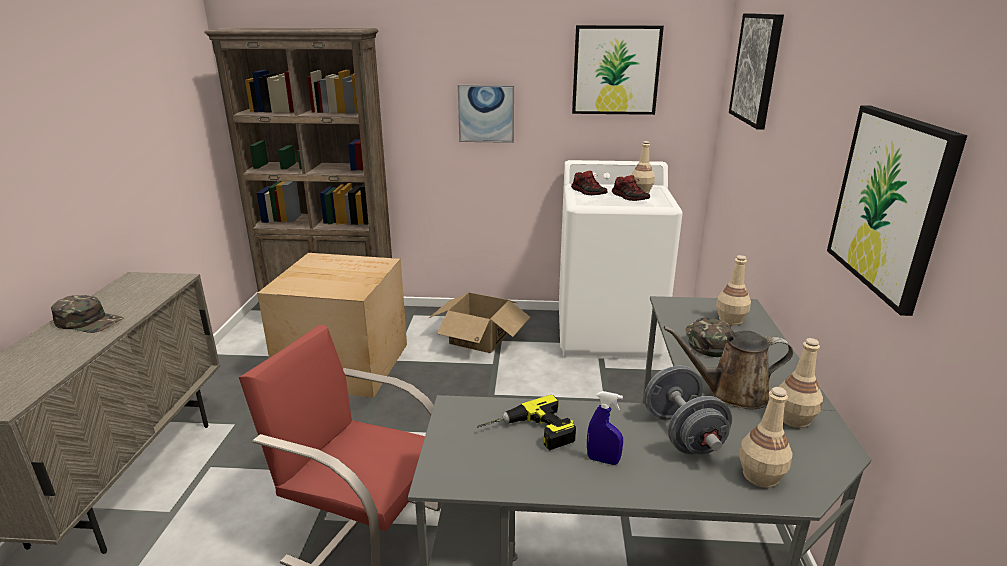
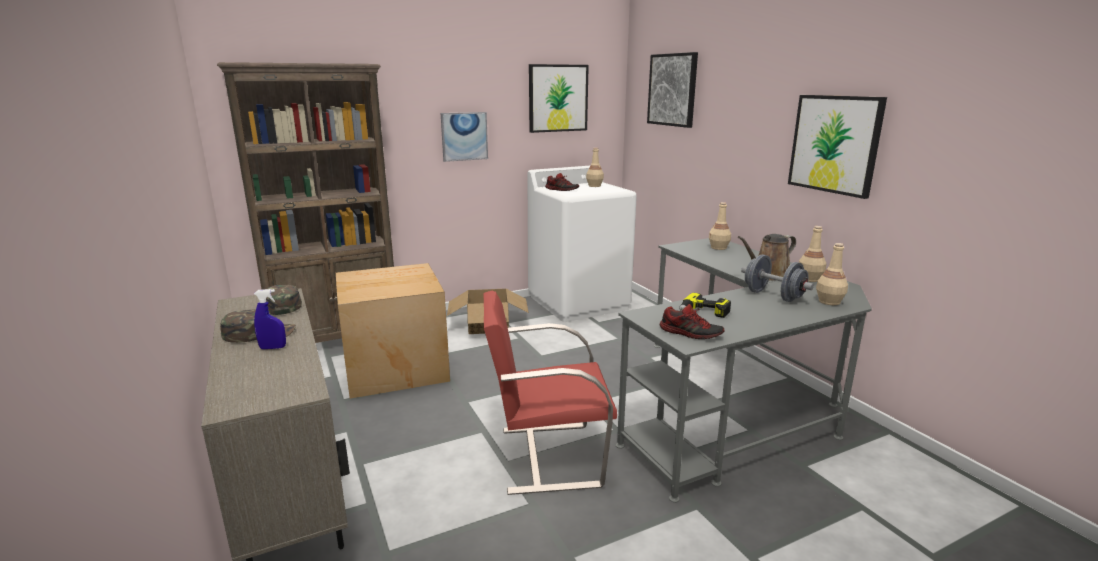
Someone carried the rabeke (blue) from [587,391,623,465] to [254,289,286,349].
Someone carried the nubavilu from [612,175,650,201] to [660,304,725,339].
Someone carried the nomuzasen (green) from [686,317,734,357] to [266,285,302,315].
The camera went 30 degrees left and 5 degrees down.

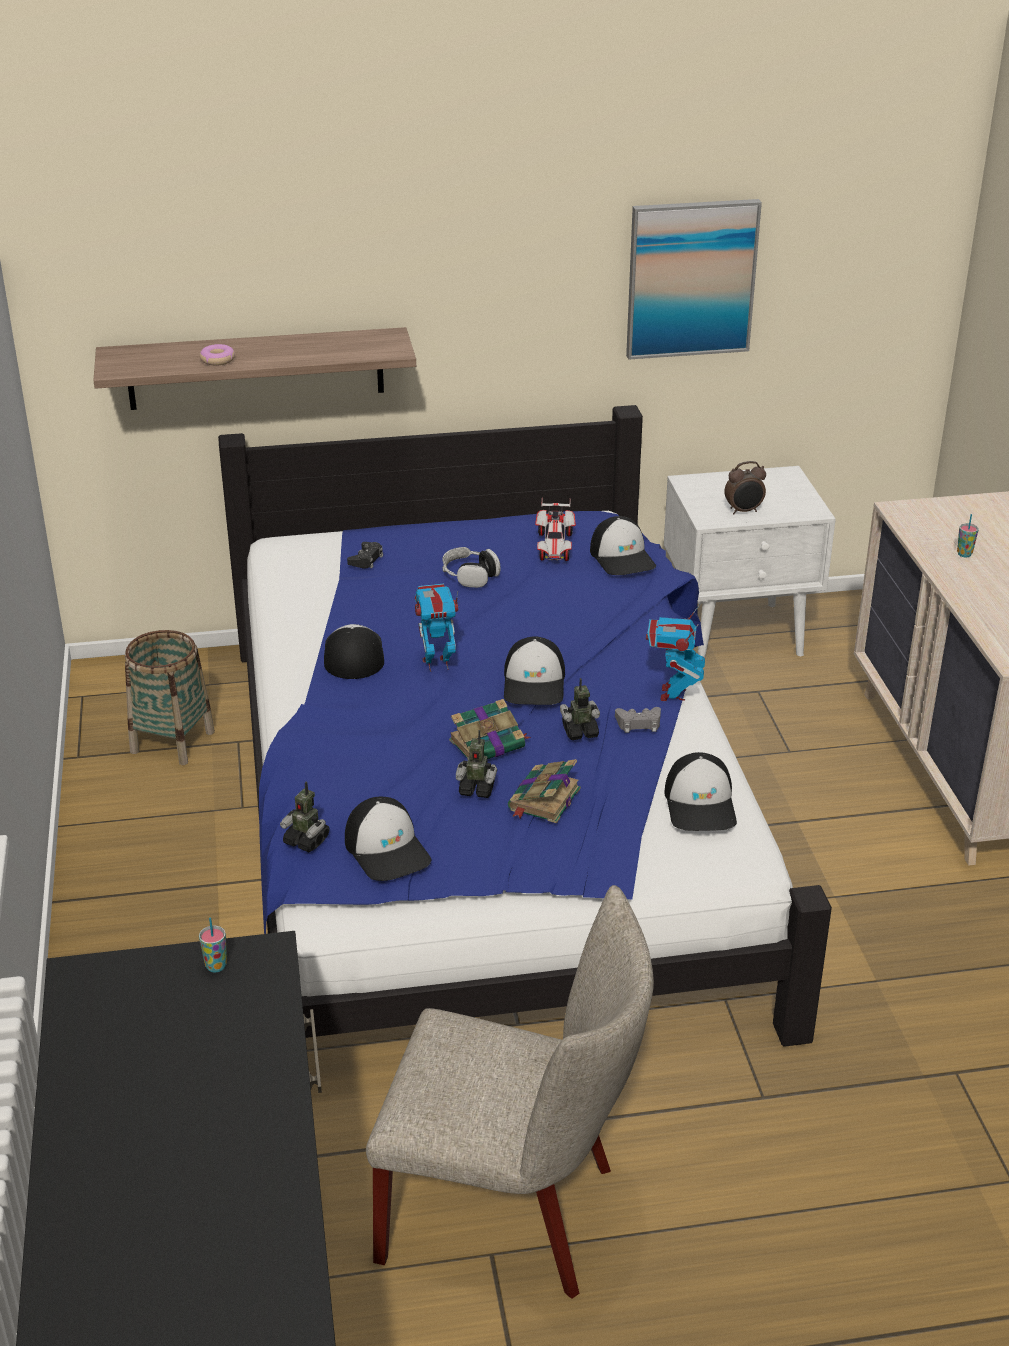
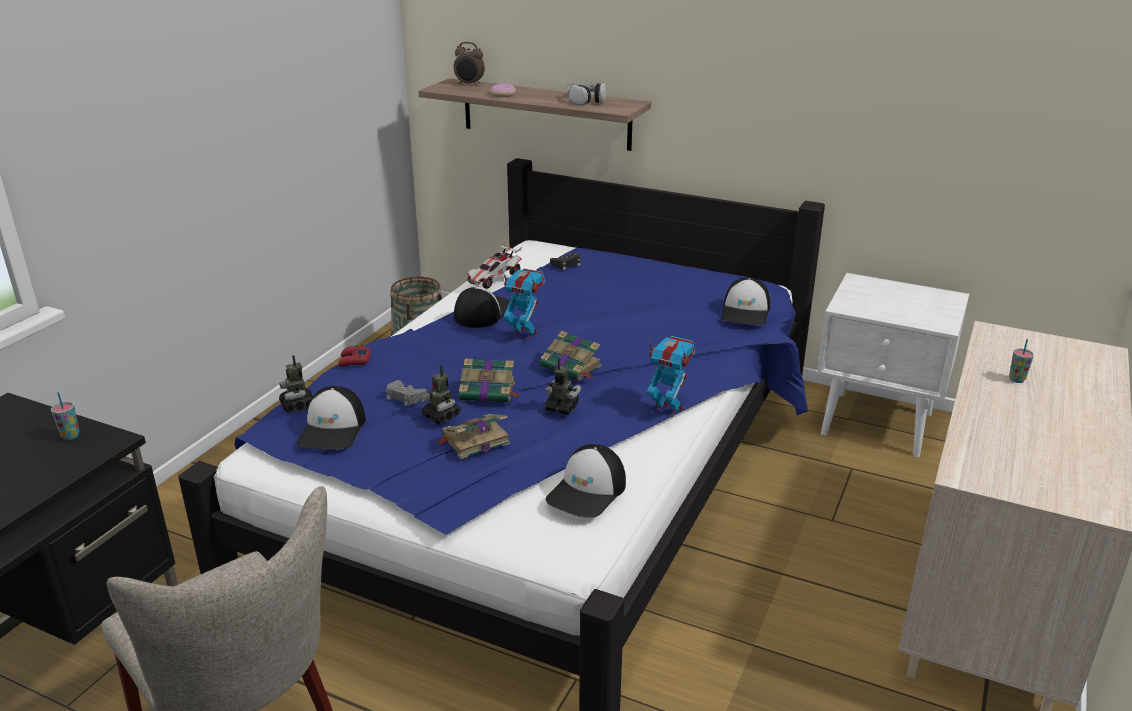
Someone carried the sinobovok from [442,547,501,588] to [566,82,606,105].
Someone swapped the nomuzasen at [504,637,565,705] for the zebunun at [540,331,602,381].
Someone carried the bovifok from [535,498,576,561] to [466,242,522,289].
Someone carried the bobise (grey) from [615,707,661,733] to [386,380,427,406].
Someone took away the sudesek at [626,199,762,359].
Someone rotated the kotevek at [646,604,705,701] by 75 degrees clockwise.
Someone carried the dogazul from [724,461,766,515] to [454,42,485,86].
Someone put down the bobise (red) at [338,344,371,367].
The camera went 35 degrees right and 5 degrees down.

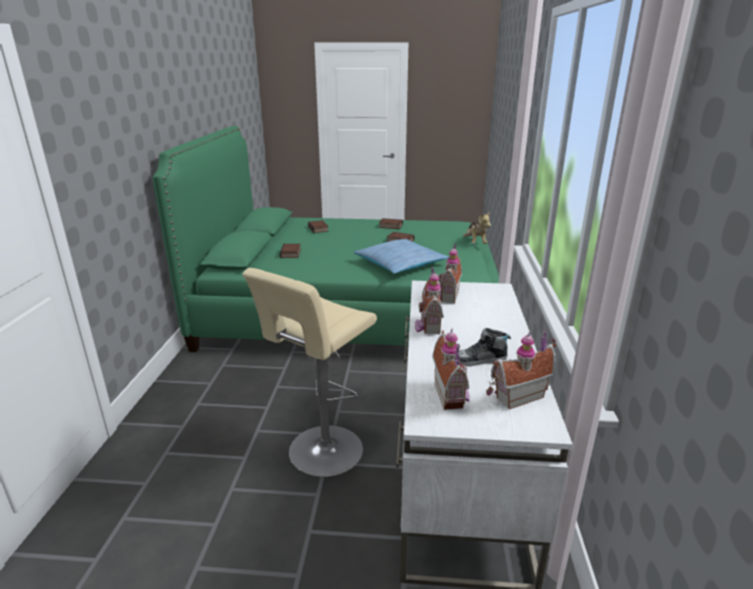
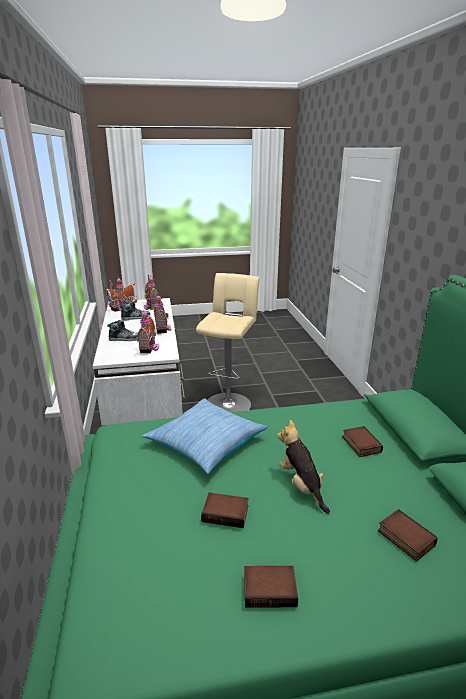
Someone carried the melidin from [463,211,491,244] to [277,420,330,514].
Someone put down the nubavilu at [107,320,138,341].
The camera went 165 degrees right and 0 degrees up.

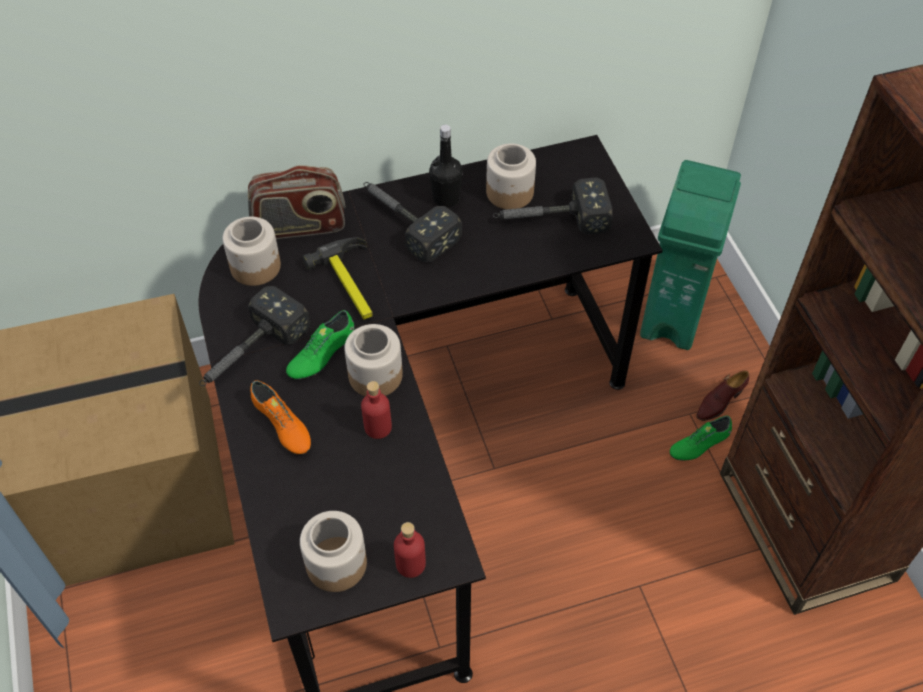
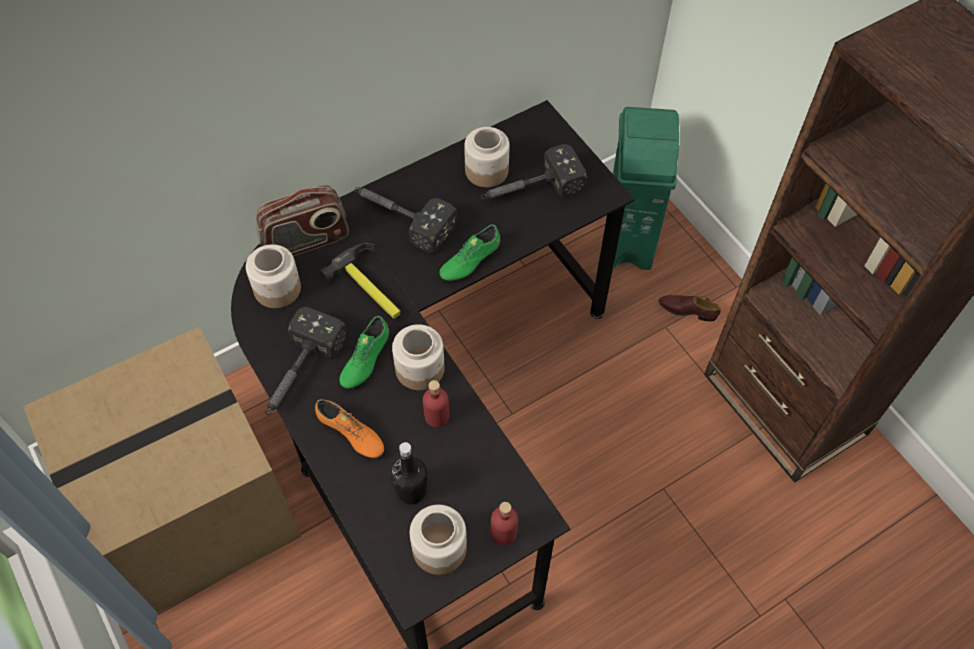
Someone carried the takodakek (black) from [429,125,463,208] to [390,442,428,504].
Someone carried the nubavilu (green) from [670,416,732,461] to [439,224,500,281].
Someone rotated the nubavilu (brown) at [696,370,749,421] by 75 degrees clockwise.
The camera went 15 degrees left and 5 degrees up.

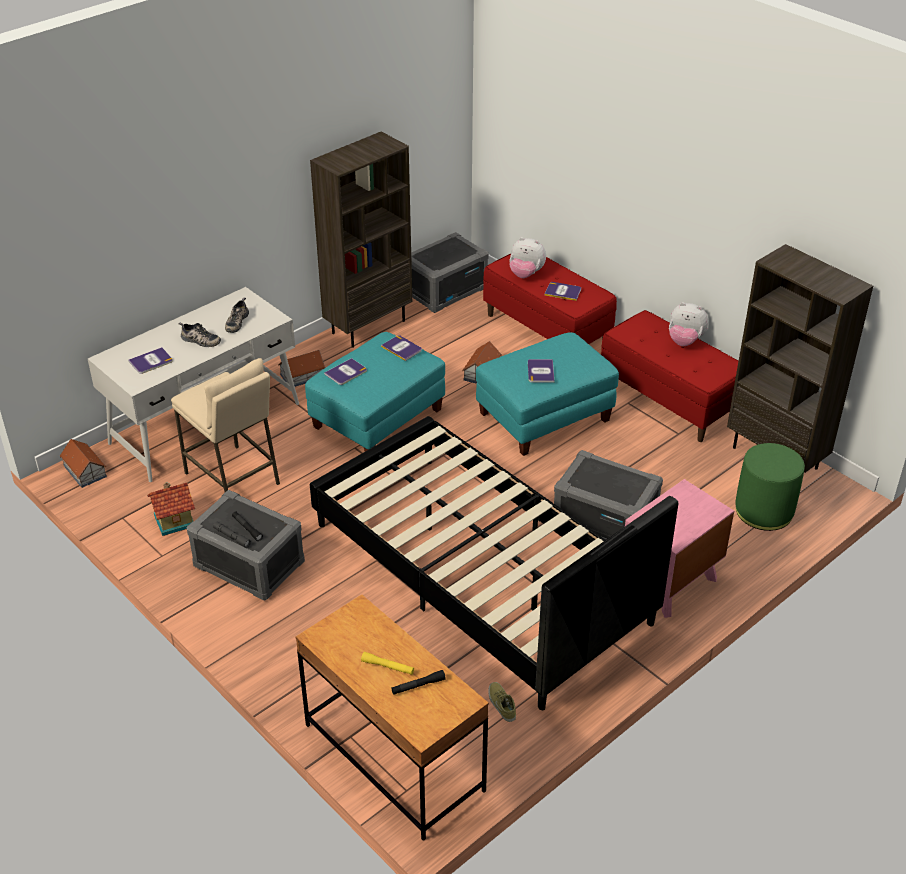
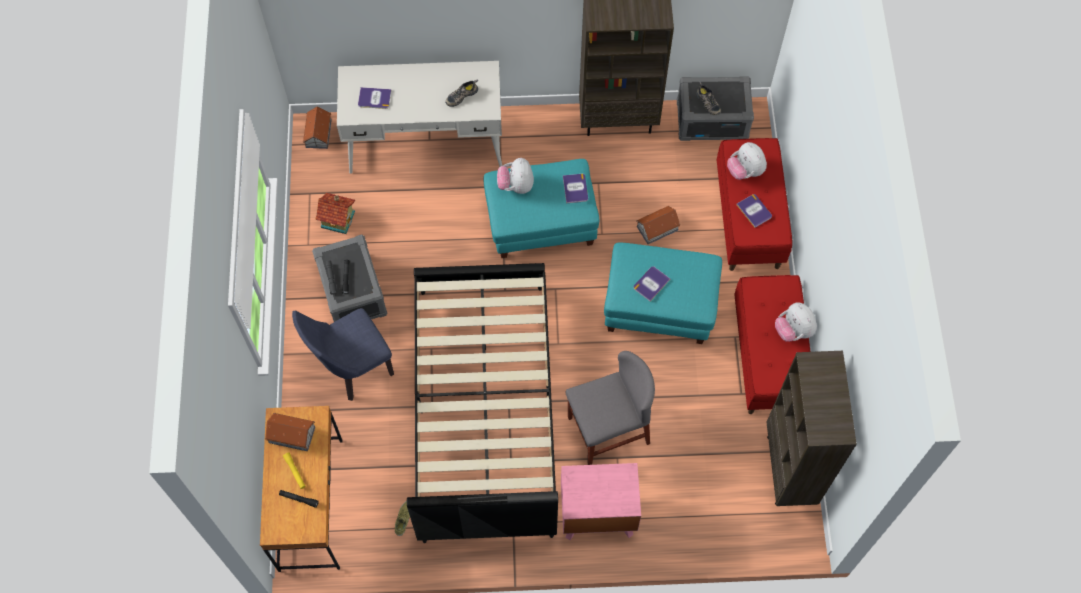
Someone took away the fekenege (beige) at [171,358,280,492].
Someone carried the nubavilu from [178,323,221,347] to [697,82,721,115].
Someone carried the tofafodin from [278,350,326,387] to [265,413,315,451].
Someone swapped the zebunun at [324,358,367,385] for the melidin at [497,158,534,194].
Someone swapped the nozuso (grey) at [554,450,663,540] for the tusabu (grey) at [566,351,655,465].
Someone took away the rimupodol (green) at [735,443,805,531].
Someone put down the tusabu (blue) at [292,308,394,401].
The camera went 40 degrees right and 25 degrees up.

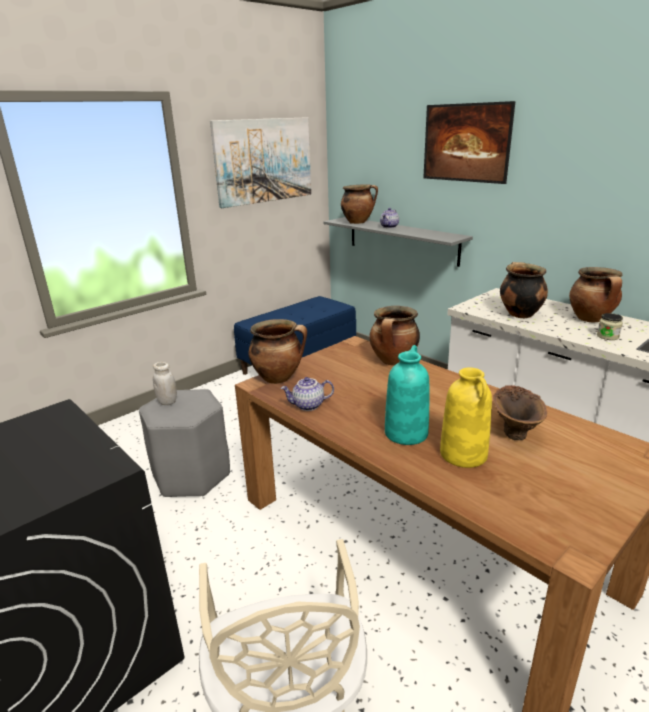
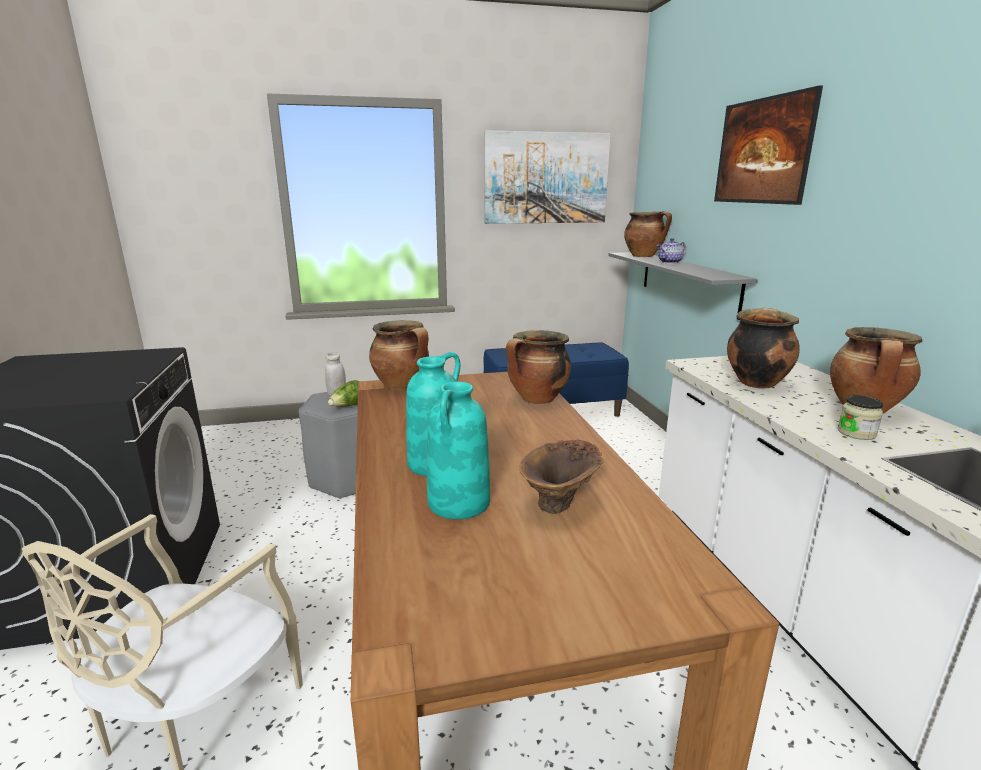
Someone took away the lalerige at [280,377,334,411].
Someone repainted the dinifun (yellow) at [440,368,492,468], which became the dinifun (turquoise) at [427,382,490,519].
Someone put down the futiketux at [328,380,360,406].
The camera went 30 degrees right and 5 degrees down.

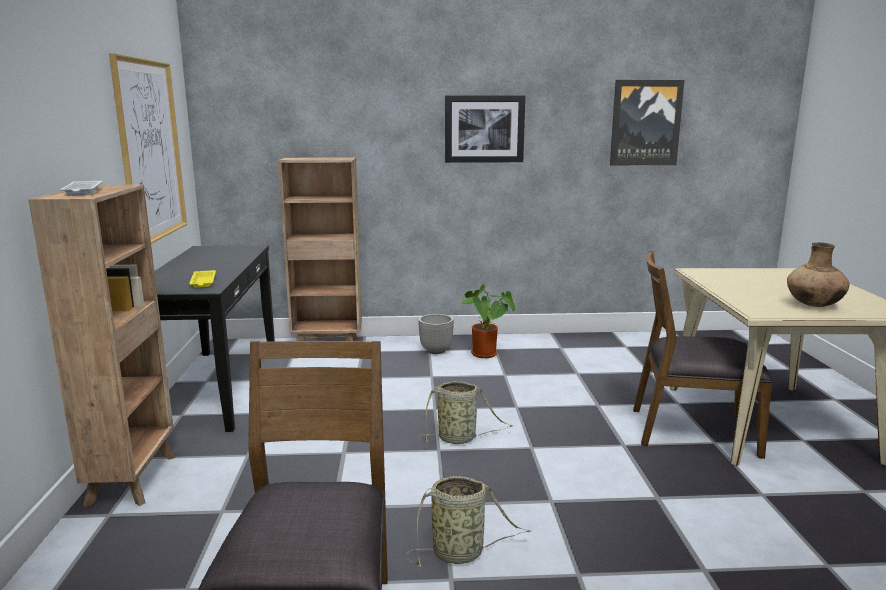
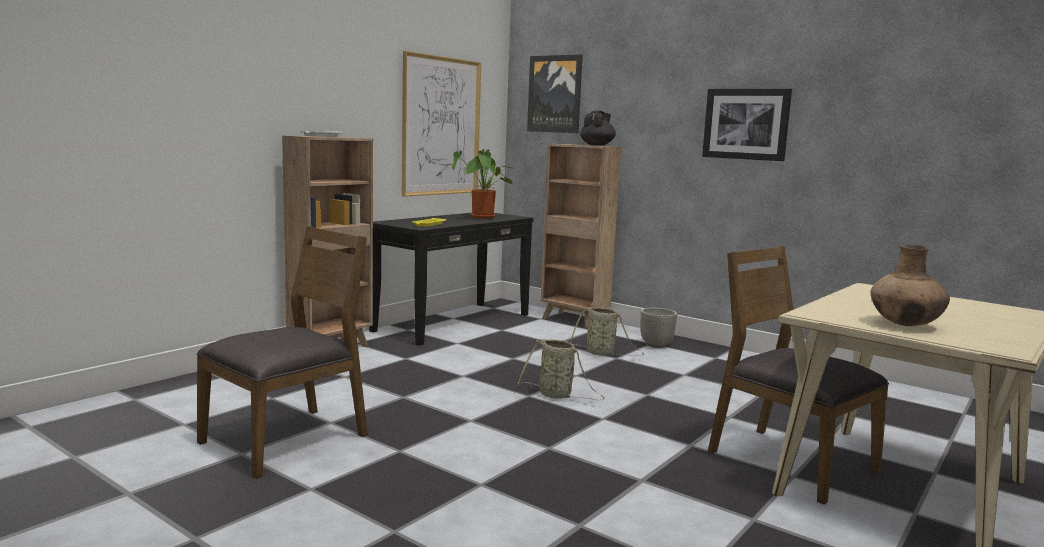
Someone carried the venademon from [406,476,532,568] to [570,307,644,356].
Someone carried the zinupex from [460,283,515,358] to [452,149,515,219].
Someone carried the sudesek from [610,80,684,165] to [527,54,583,133].
Someone put down the lalerige (black) at [580,111,616,146].
The camera went 40 degrees right and 5 degrees down.

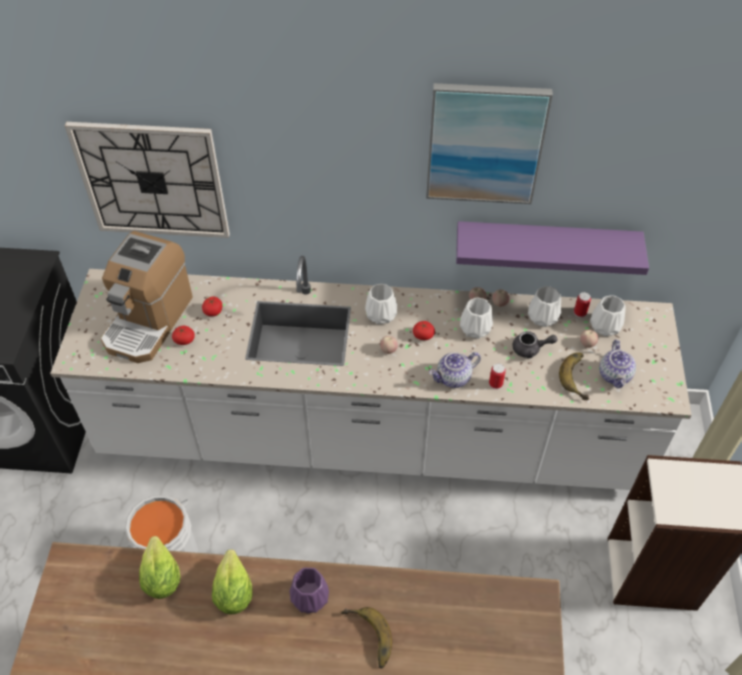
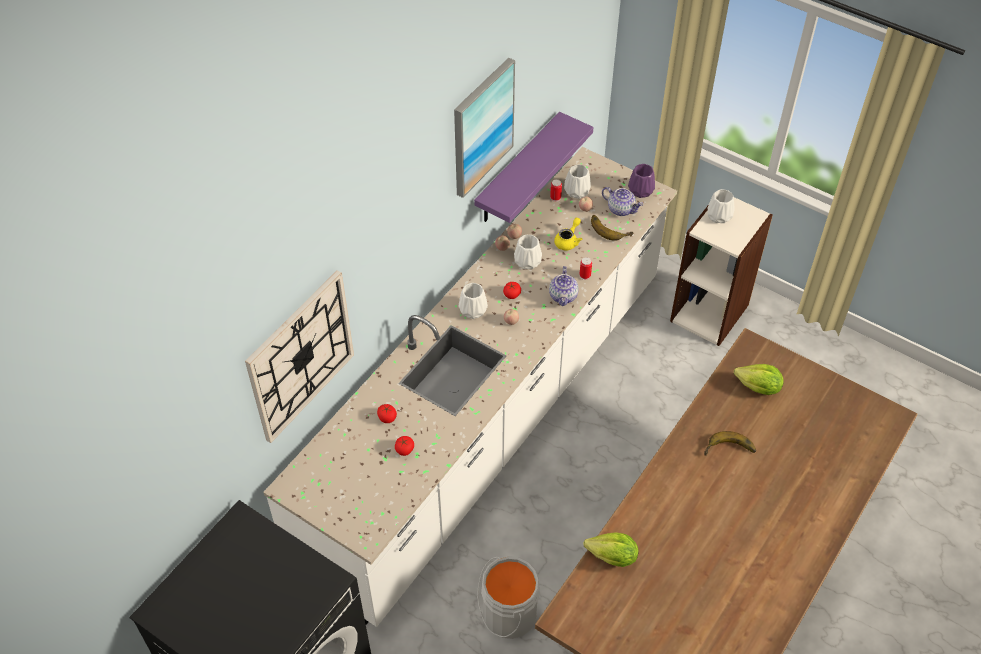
Someone took away the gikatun at [101,231,193,363].
Someone carried the futiketux from [212,550,253,614] to [734,364,784,395].
Someone carried the dinifun (purple) from [290,568,329,613] to [628,164,655,198].
Someone repainted the lalerige (grey) at [513,331,558,358], which became the lalerige (yellow) at [554,218,583,250].
Someone carried the dinifun (white) from [528,286,561,327] to [708,189,735,223].
The camera went 60 degrees left and 0 degrees up.

